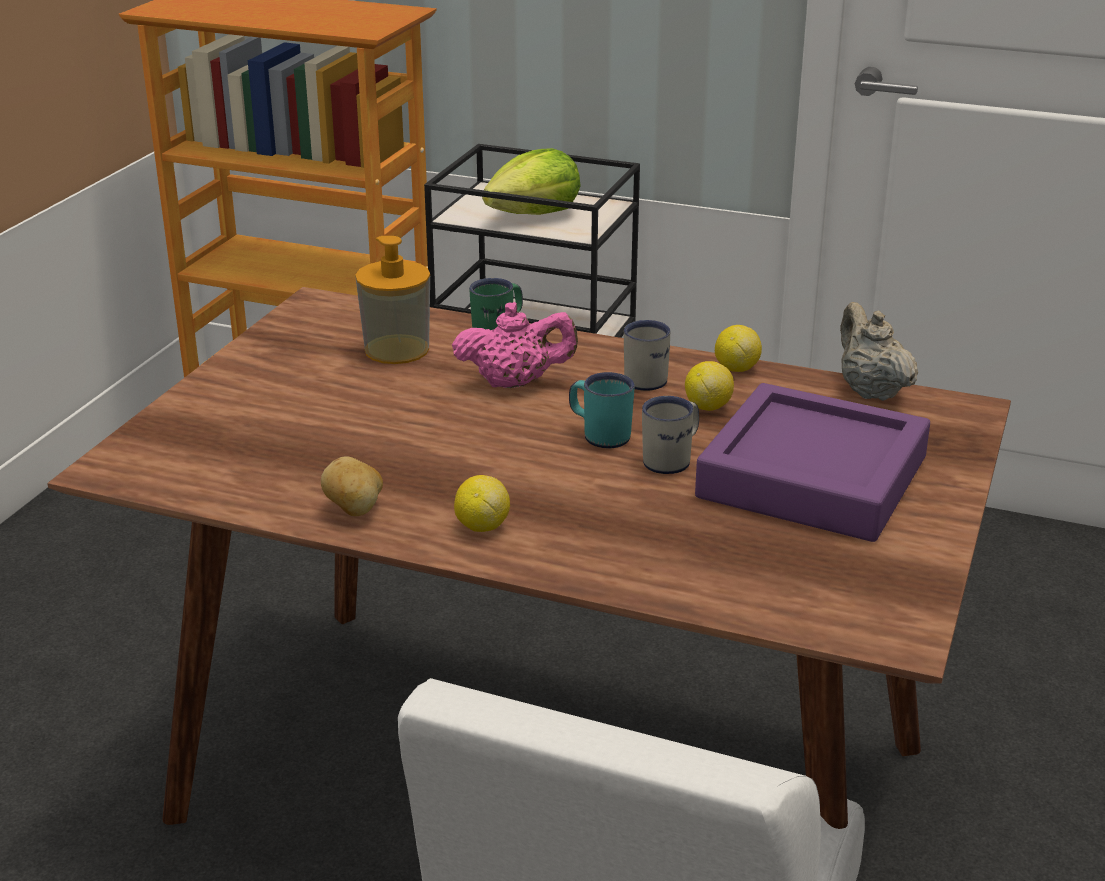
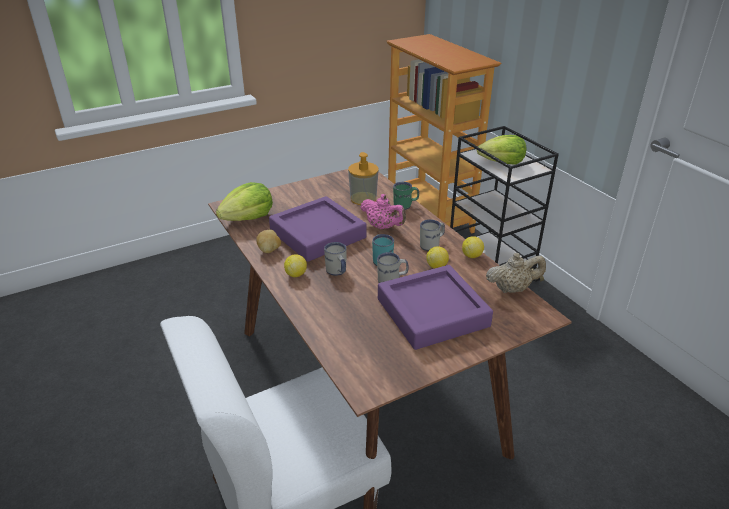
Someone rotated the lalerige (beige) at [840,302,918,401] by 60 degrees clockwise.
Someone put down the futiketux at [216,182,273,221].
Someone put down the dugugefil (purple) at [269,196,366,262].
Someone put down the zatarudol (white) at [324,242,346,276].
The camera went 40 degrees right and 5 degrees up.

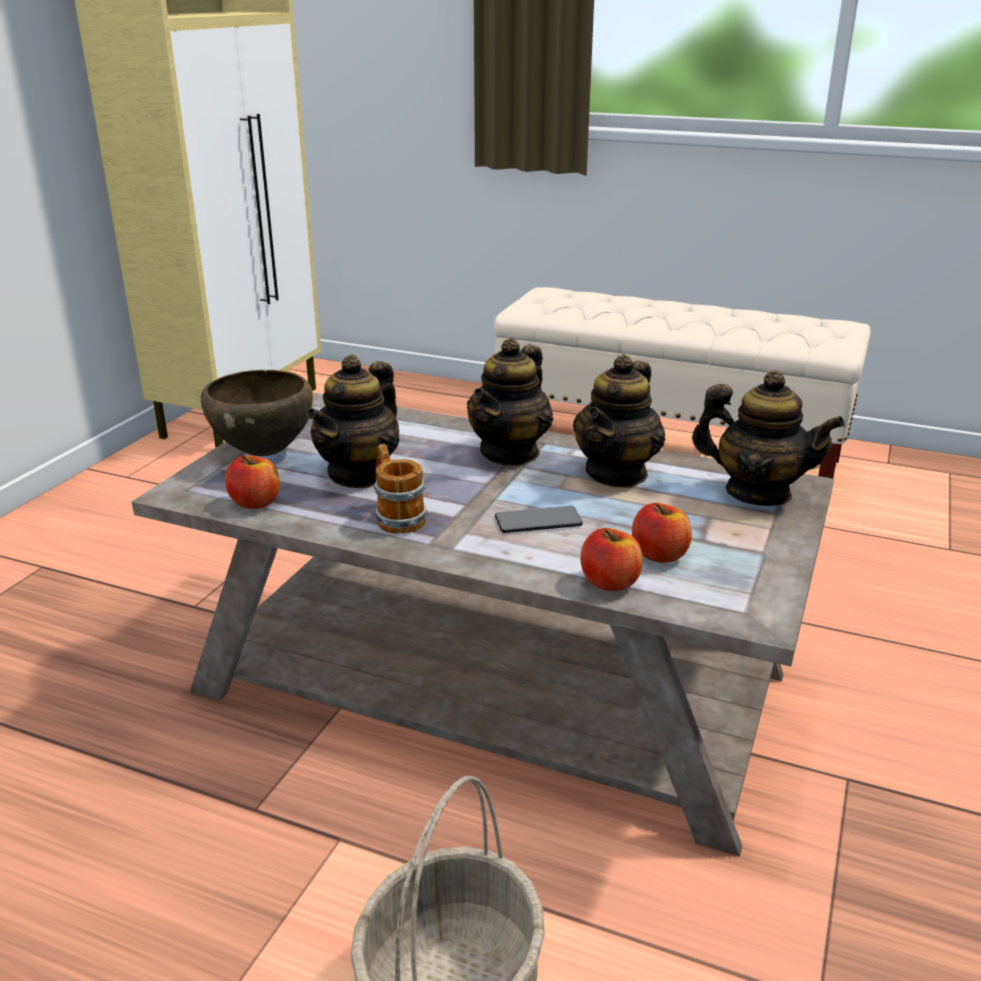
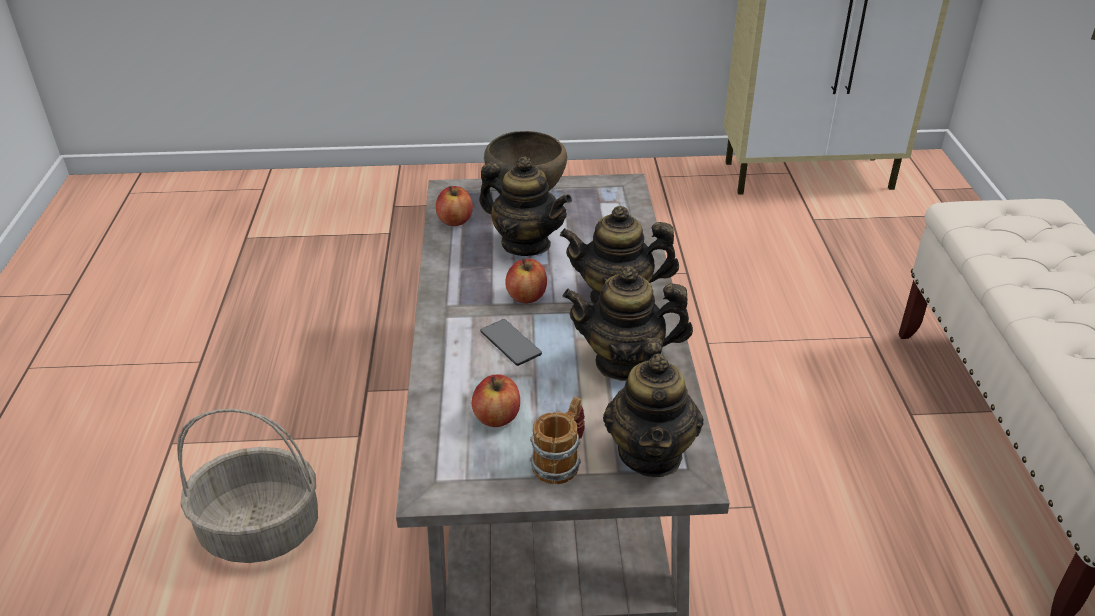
Someone rotated the lalerige at [306,354,399,488] by 150 degrees counterclockwise.
Someone carried the zatarudol from [373,444,428,534] to [530,397,585,484].
Someone carried the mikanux from [580,528,643,591] to [505,259,547,303].
The camera went 65 degrees right and 10 degrees up.

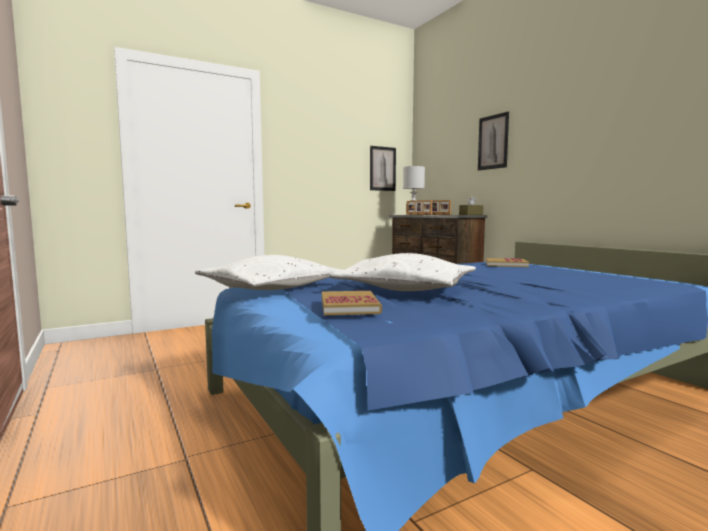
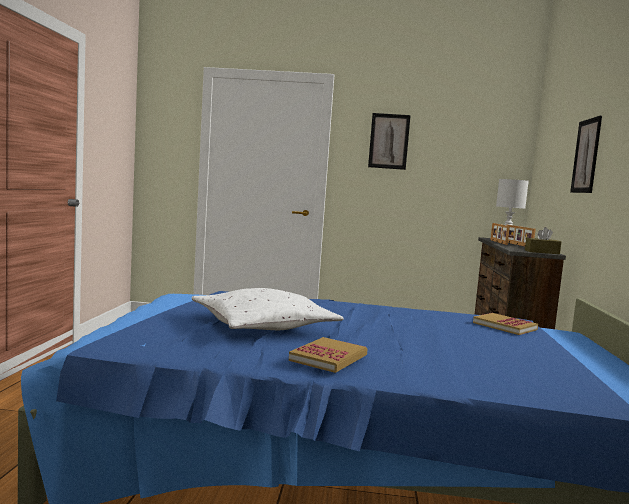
Someone took away the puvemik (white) at [195,255,343,290].
Someone carried the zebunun from [322,291,382,315] to [289,337,368,373].
Someone carried the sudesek from [370,146,396,191] to [368,113,411,170].
The camera went 35 degrees right and 0 degrees up.

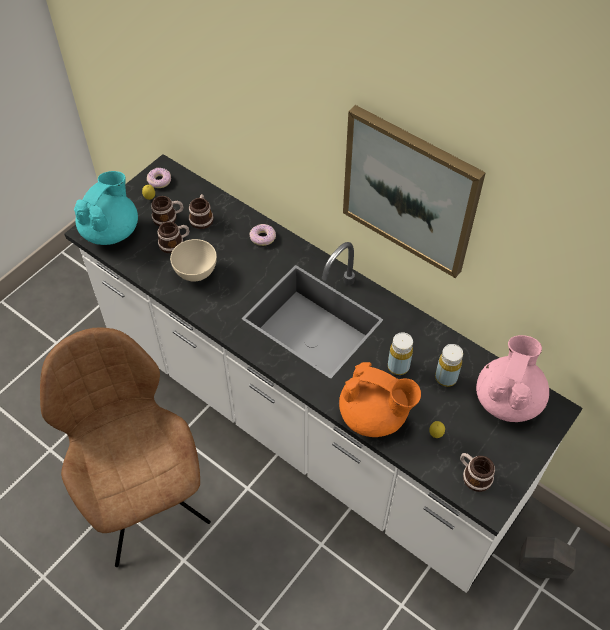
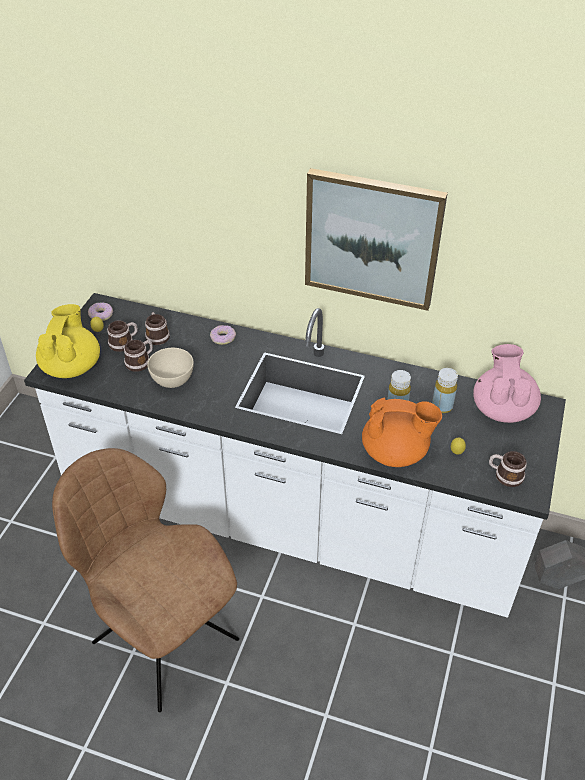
Someone repainted the lalerige (turquoise) at [74,171,138,245], which became the lalerige (yellow) at [36,304,100,378].
The camera went 20 degrees left and 10 degrees down.

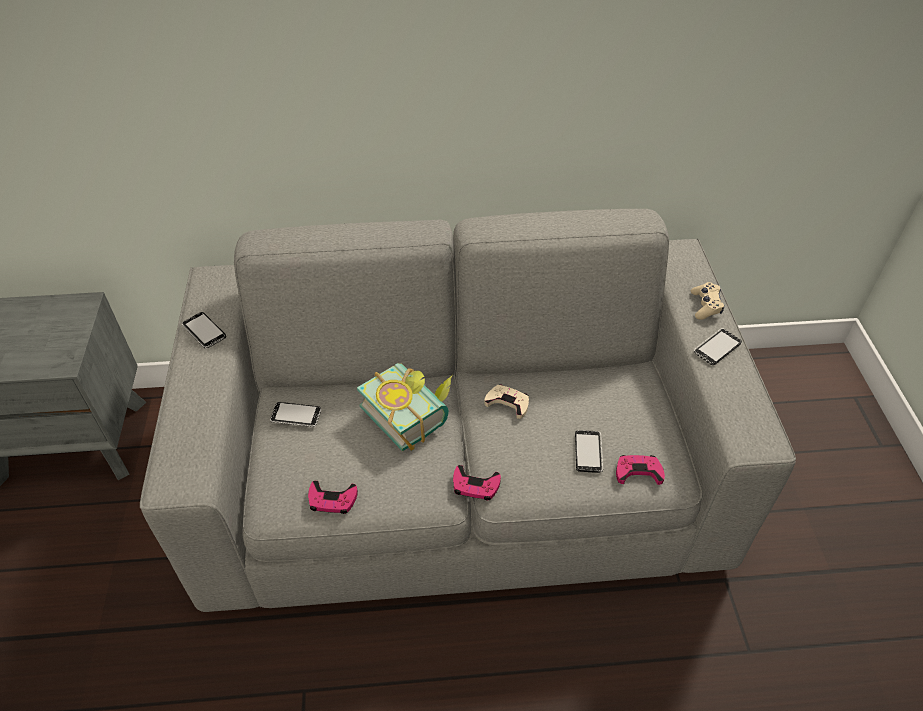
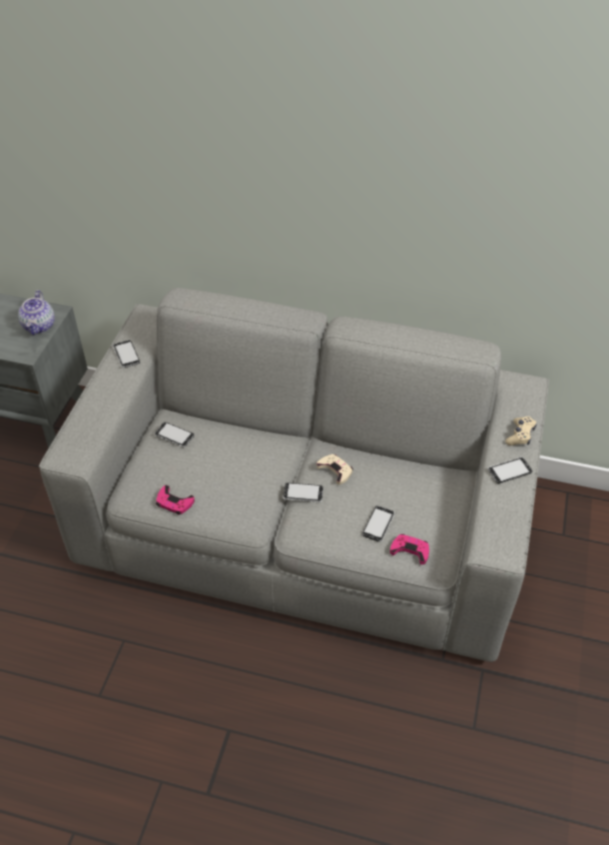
Someone took away the zebunun at [357,363,452,451].
Someone took away the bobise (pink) at [453,465,501,501].
Someone put down the lalerige at [18,290,55,335].
Someone put down the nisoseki at [283,483,323,503].
The camera went 20 degrees right and 0 degrees up.

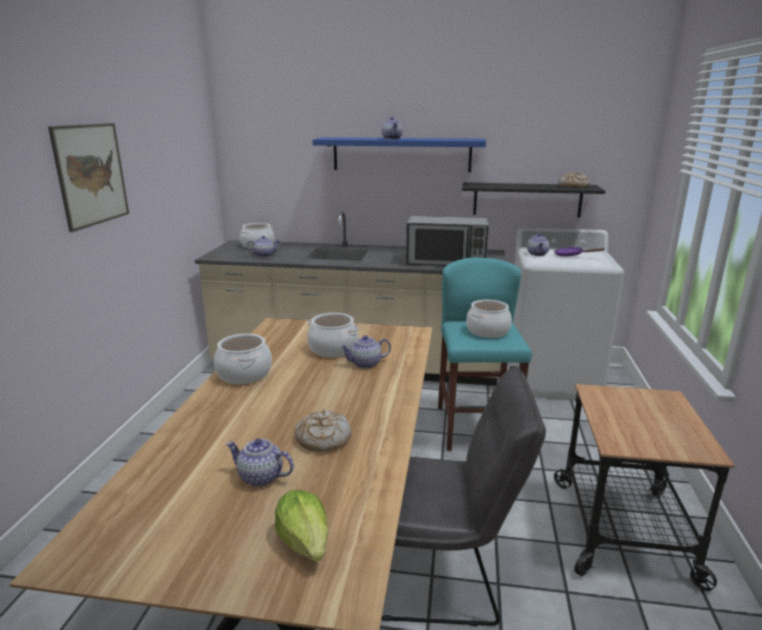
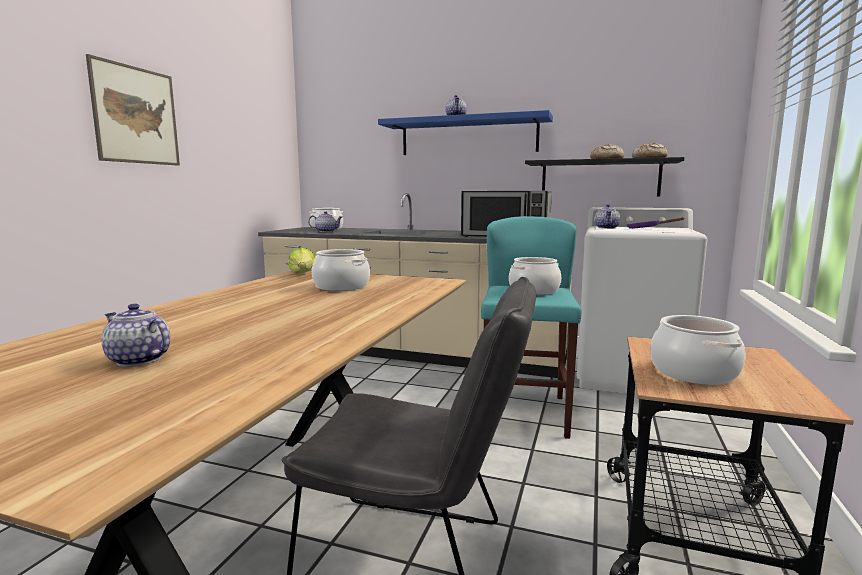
Someone carried the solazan from [214,334,272,384] to [650,315,745,385].
Someone carried the futiketux from [275,490,328,562] to [288,248,315,273].
Someone carried the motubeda from [295,409,352,452] to [590,144,624,159].
Someone took away the lalerige at [340,335,391,368].
The camera went 10 degrees right and 10 degrees down.

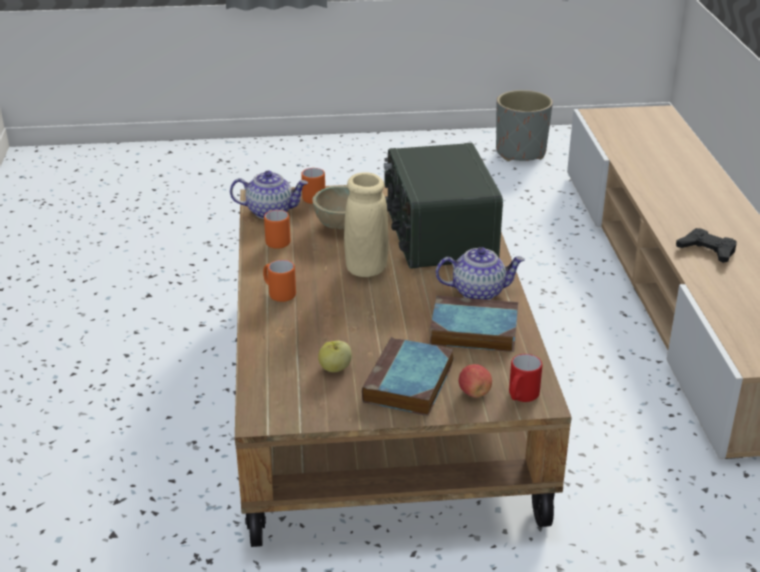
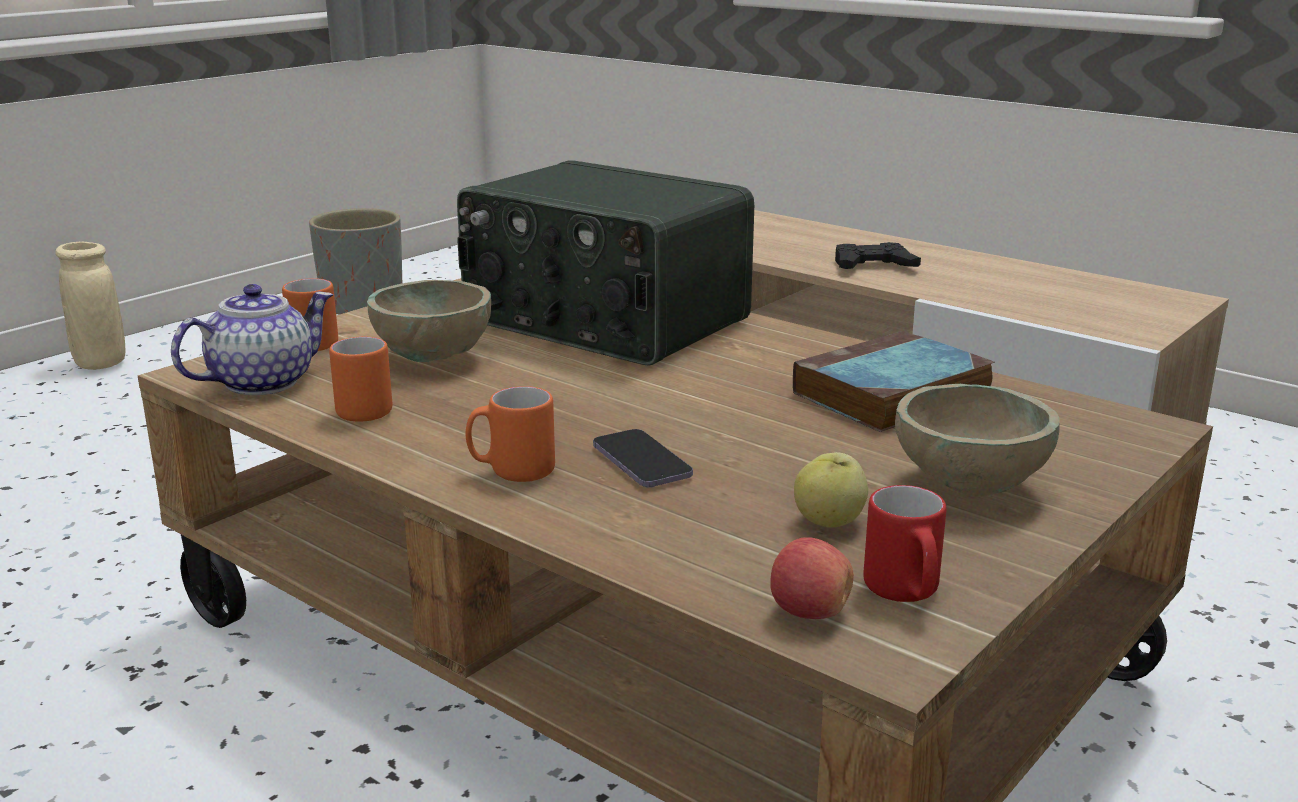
Someone carried the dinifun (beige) from [344,172,388,277] to [55,242,125,370].
Someone swapped the zebunun at [362,337,453,416] for the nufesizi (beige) at [895,384,1060,497].
Someone took away the lalerige at [436,247,525,300].
Someone carried the mikanux from [459,364,492,397] to [770,537,854,619].
Someone carried the zatarudol (red) from [509,354,542,402] to [863,485,946,602].
Someone put down the nisoseki at [593,429,693,488].
The camera went 45 degrees left and 10 degrees down.

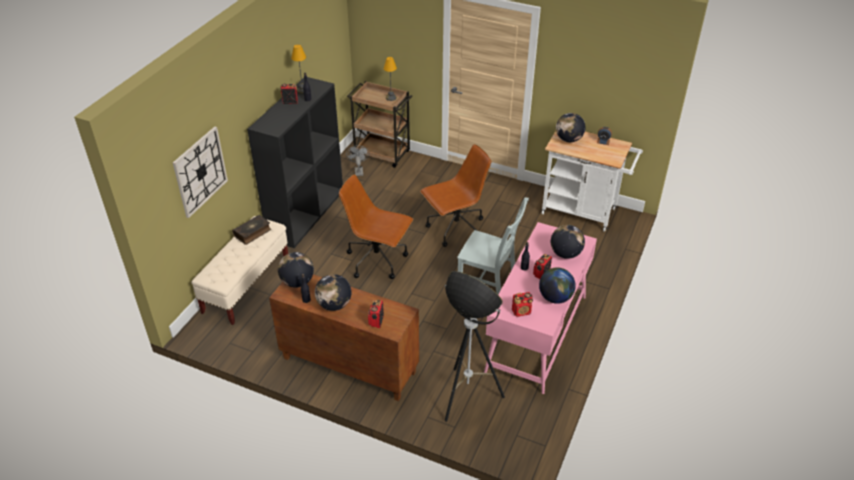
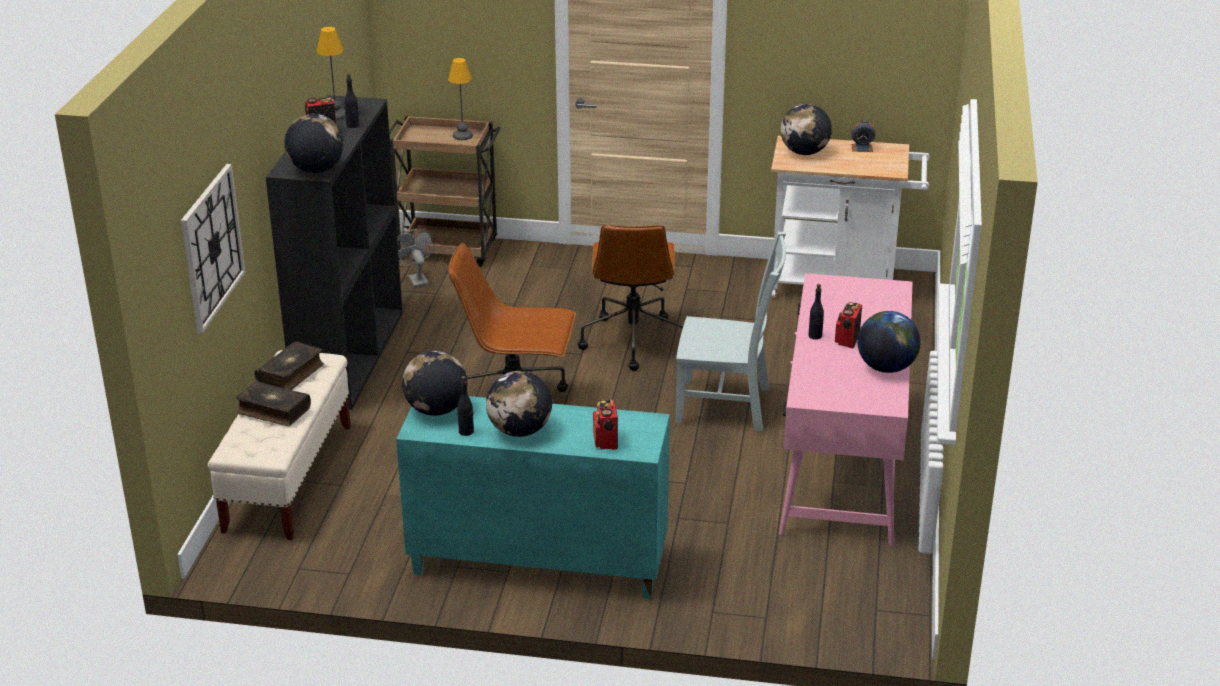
Someone repainted the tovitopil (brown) at [269,274,419,401], which became the tovitopil (turquoise) at [396,396,670,599].
Someone rotated the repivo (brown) at [420,144,491,247] by 135 degrees clockwise.
Someone took away the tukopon at [445,271,505,422].
Someone took away the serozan at [512,292,533,317].
Someone carried the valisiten from [551,225,585,259] to [284,114,344,173].
Someone put down the zebunun at [236,381,311,426].
The camera went 15 degrees left and 10 degrees down.

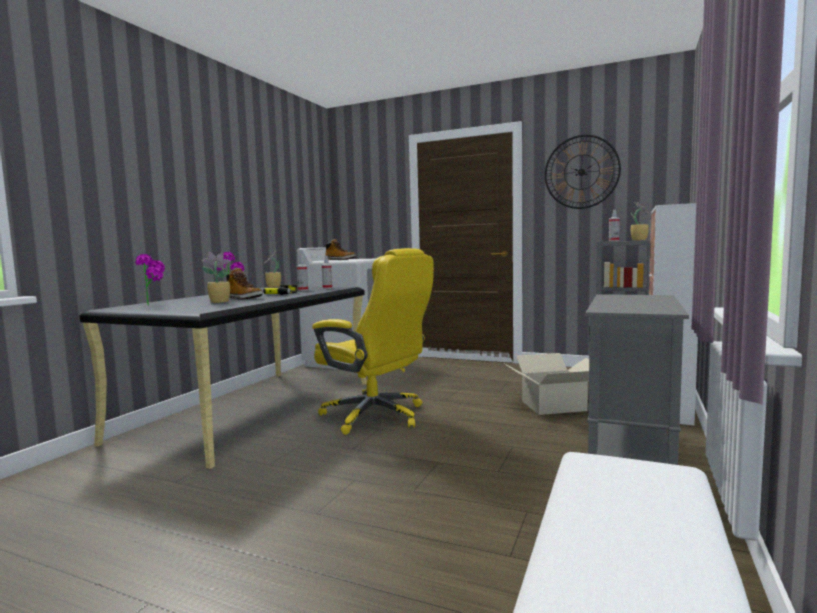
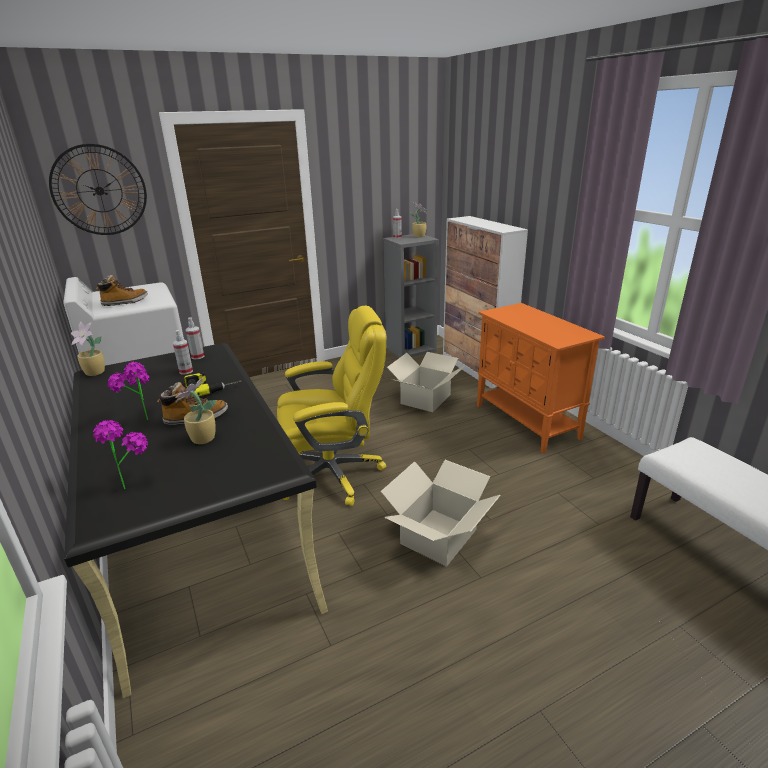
Someone carried the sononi from [545,135,621,209] to [49,144,147,235].
Someone repainted the tovitopil (grey) at [585,294,689,465], which became the tovitopil (orange) at [477,303,605,453].
Someone put down the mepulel at [380,460,501,567].
The camera went 50 degrees left and 20 degrees up.

